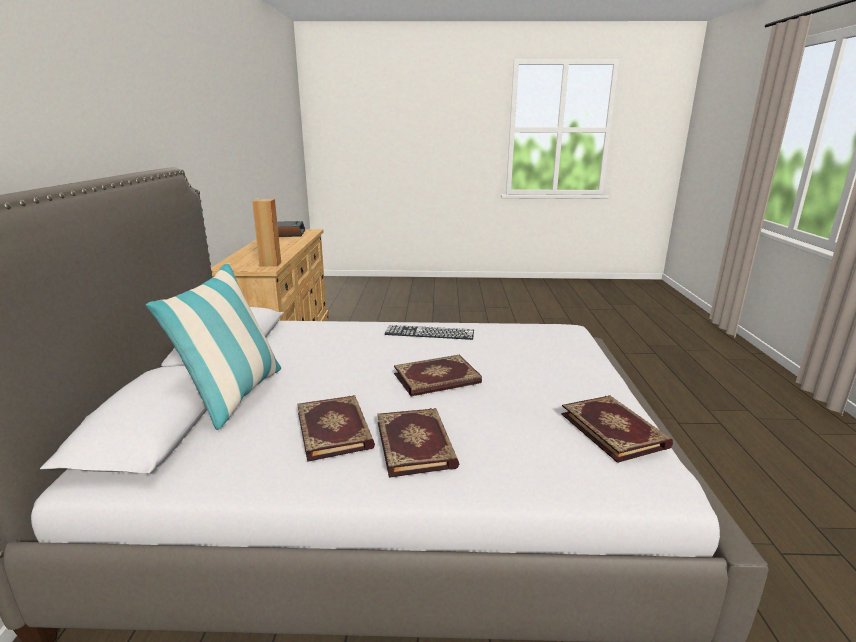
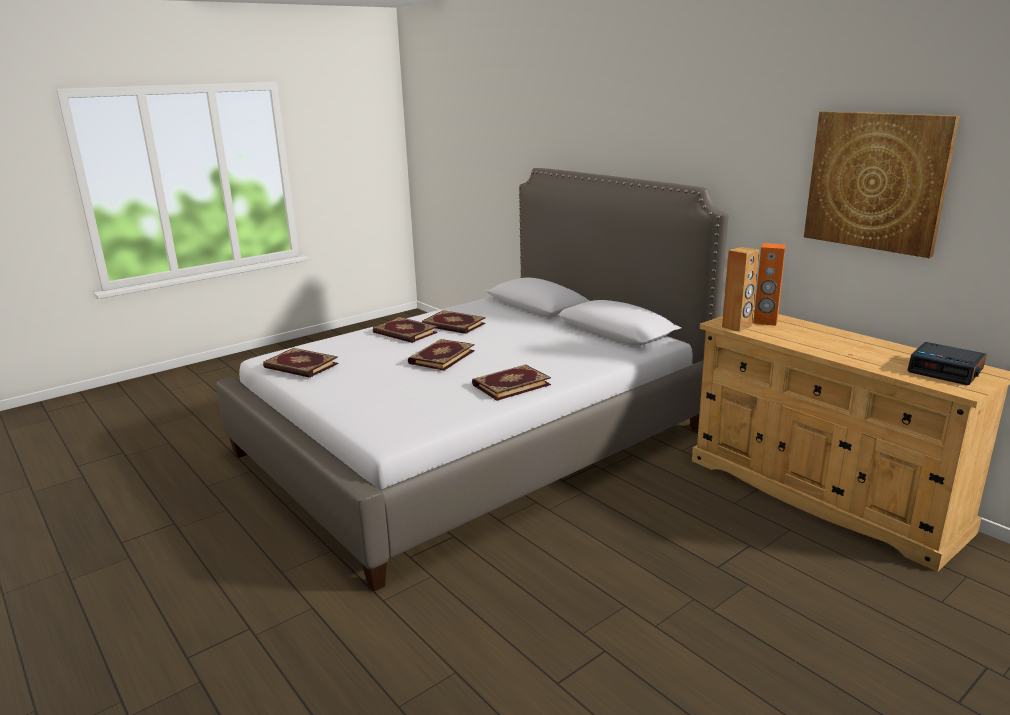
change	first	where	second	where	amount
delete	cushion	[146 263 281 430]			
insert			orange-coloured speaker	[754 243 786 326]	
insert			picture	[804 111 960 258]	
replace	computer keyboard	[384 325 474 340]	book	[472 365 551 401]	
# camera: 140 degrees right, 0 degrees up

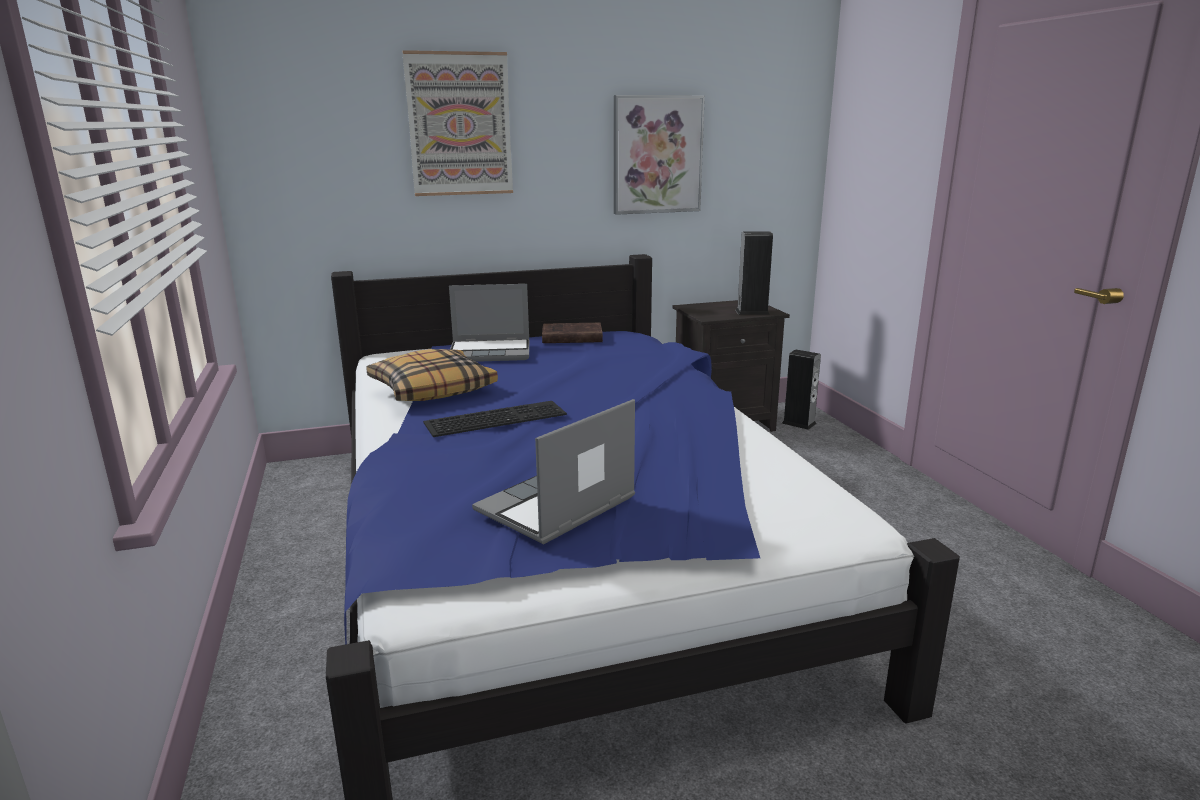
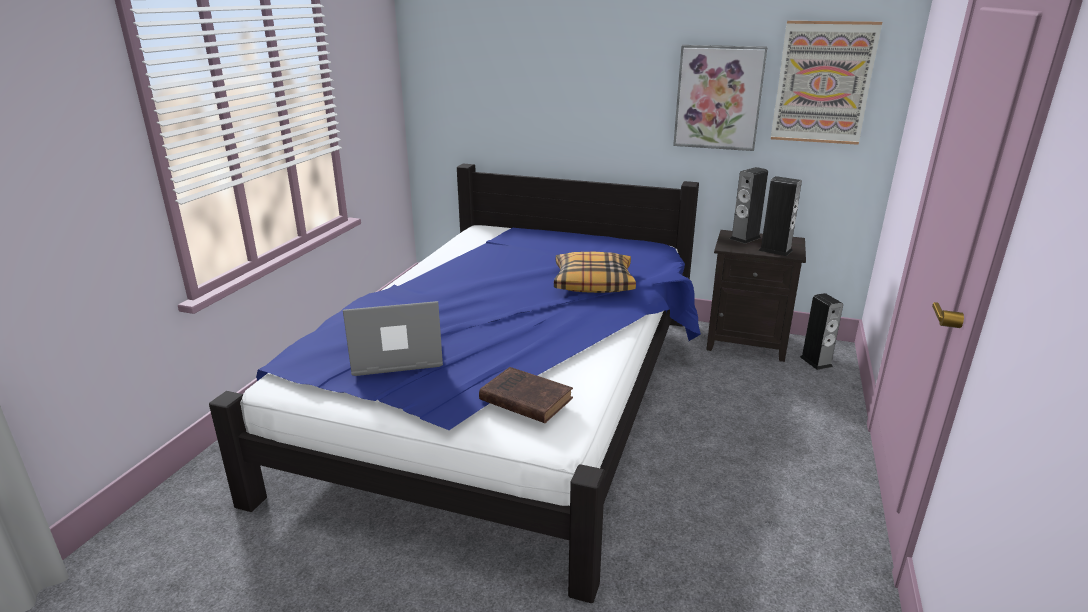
change	first	where	second	where	amount
delete	computer keyboard	[423 401 567 437]			
delete	portable computer	[449 284 529 362]			
insert			speaker	[730 167 768 244]	
move	cushion	[366 349 498 401]		[554 252 636 293]	
move	picture	[402 50 513 196]		[771 21 882 145]	
move	brown book	[542 323 603 343]		[479 367 573 423]	
# camera: 35 degrees right, 5 degrees up

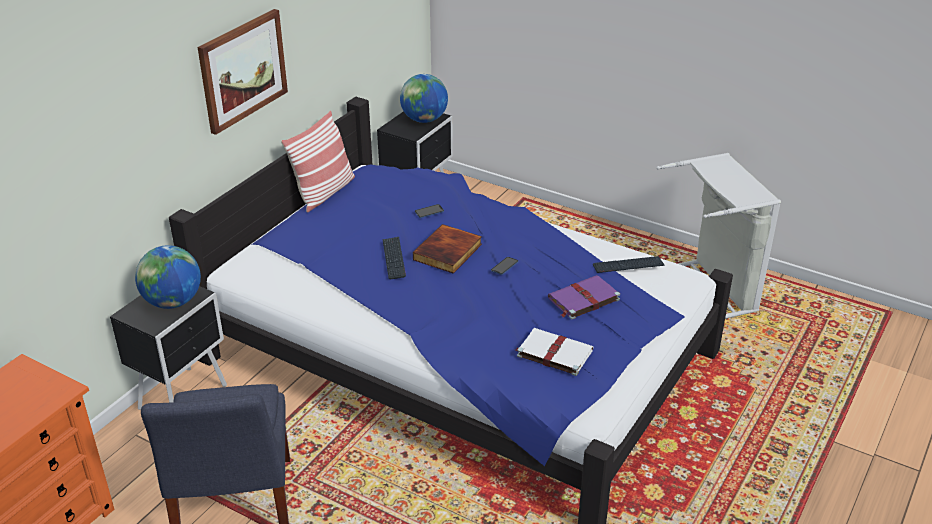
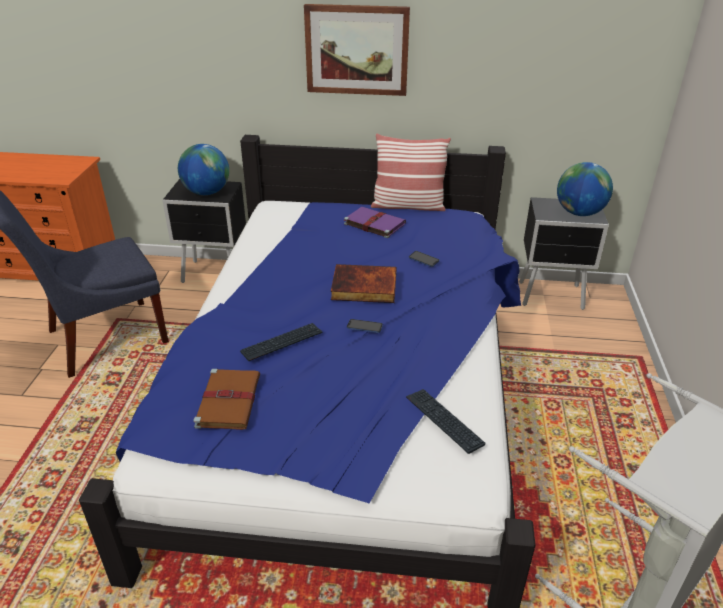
change	first	where	second	where	amount
move	computer keyboard	[382 237 406 279]		[240 323 323 361]	
move	purplish book	[548 275 620 319]		[344 207 406 238]	
recolor	white-coloured book	[516 328 593 376]	brown book	[193 369 260 430]	
# camera: 65 degrees right, 0 degrees up

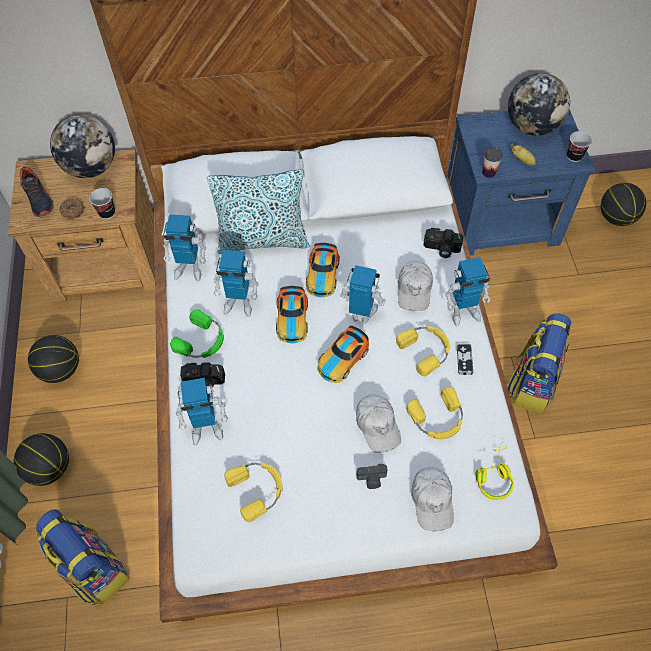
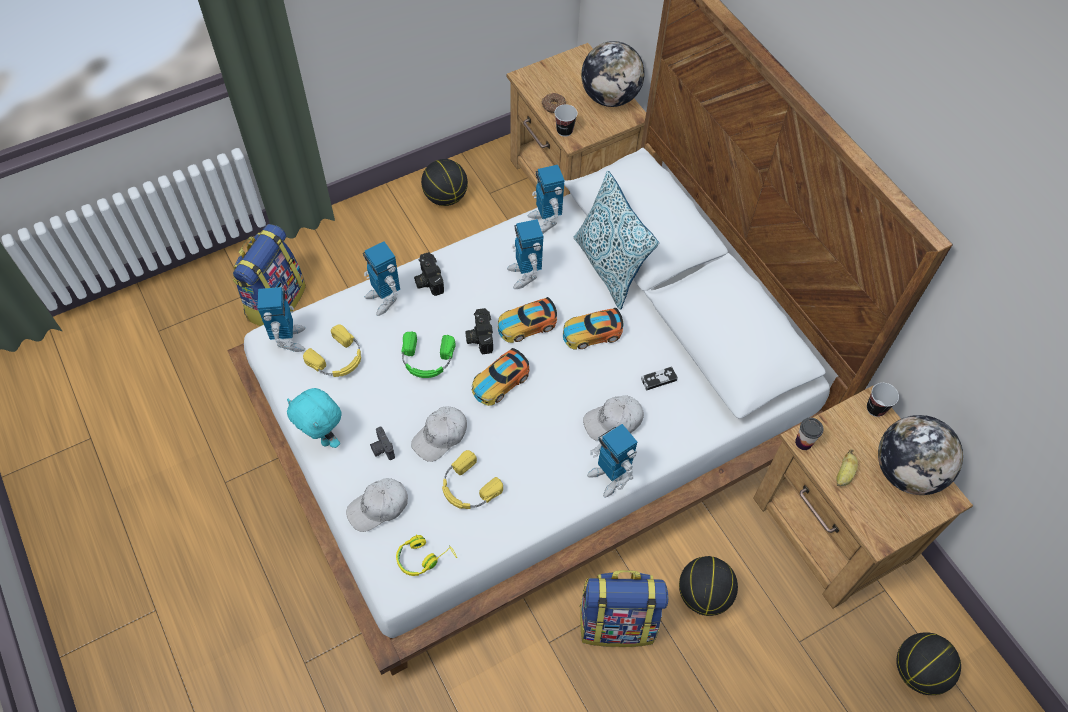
change	first	where	second	where	amount
delete	shoe	[20 166 53 217]			
delete	yellow pair of headphones	[396 326 450 376]			
insert			blue-green plush toy	[287 388 341 448]	
move	basketball	[14 433 69 486]		[679 556 738 616]	
move	green-coloured pair of headphones	[170 310 224 358]		[401 331 455 378]	
move	robot figure	[339 265 386 324]		[258 287 305 352]	
move	photo camera	[423 228 464 258]		[465 308 493 354]	
move	gamepad	[457 344 473 375]		[641 366 678 390]	
move	drinking cup	[567 131 592 162]		[867 383 899 417]	
recolor	blue-coloured nightstand	[448 109 596 256]	brown nightstand	[753 386 973 609]	
rotate	toy car	[318 326 369 383]		[472 348 529 406]	60 degrees counterclockwise
# camera: 65 degrees right, 0 degrees up

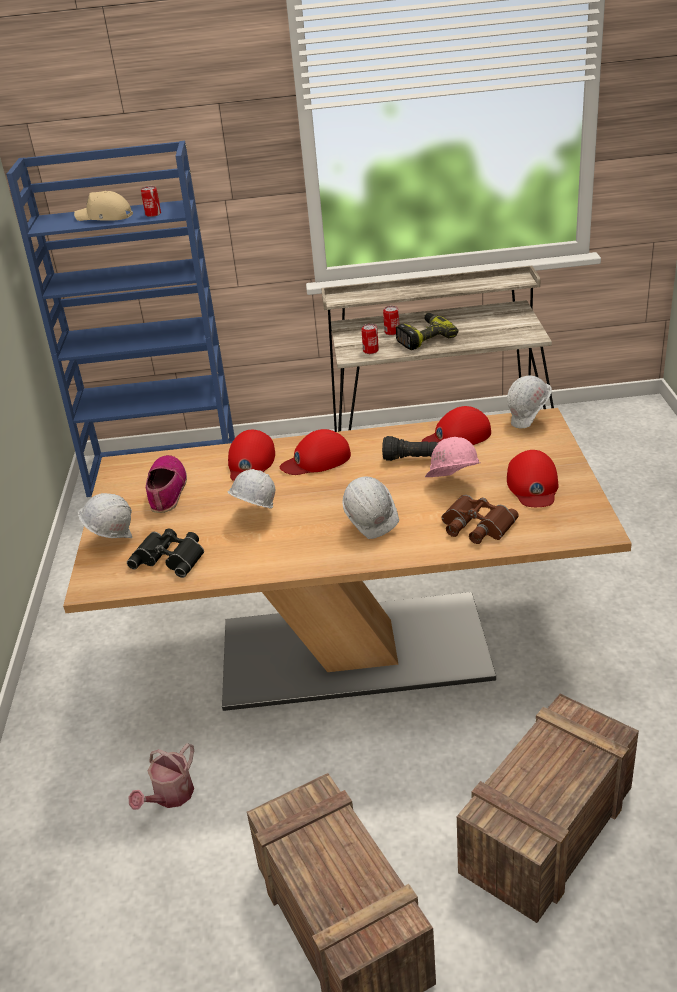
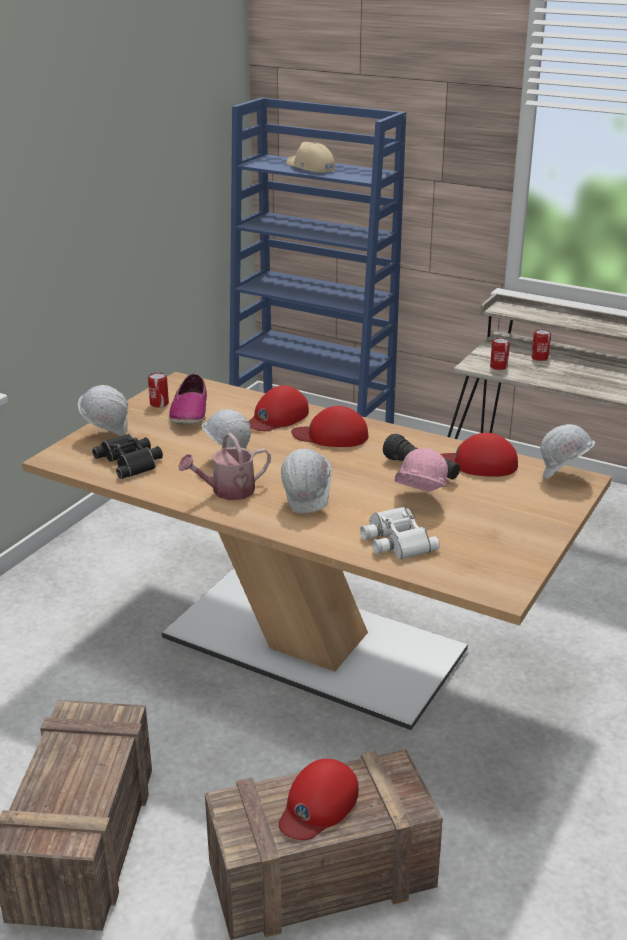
change	first	where	second	where	amount
delete	drill	[396 313 458 350]			
move	sprinkling can	[129 743 194 810]		[178 433 271 500]	
move	metal can	[141 186 161 217]		[148 372 169 408]	
move	red peaked cap	[507 450 558 507]		[279 759 359 840]	
recolor	brown binoculars	[442 495 519 544]	white-coloured binoculars	[360 507 440 559]	
rotate	shoe	[146 455 187 513]		[169 373 207 425]	150 degrees clockwise
# camera: 30 degrees right, 5 degrees down

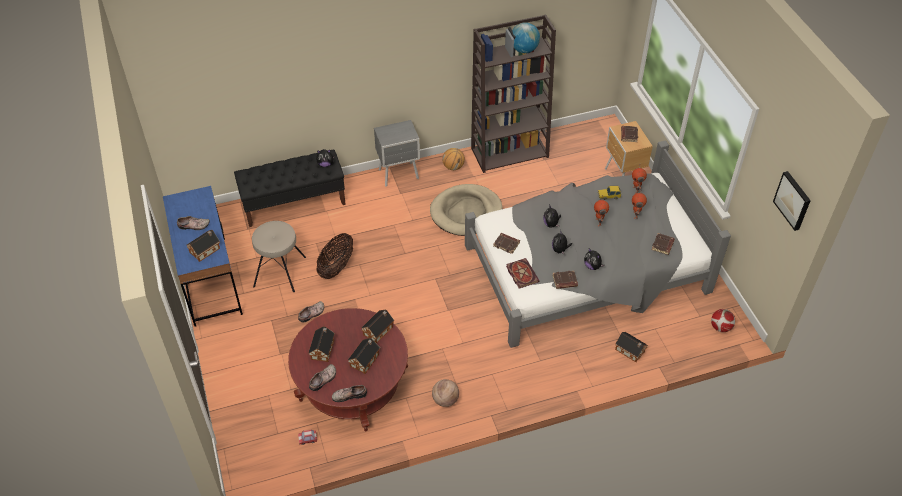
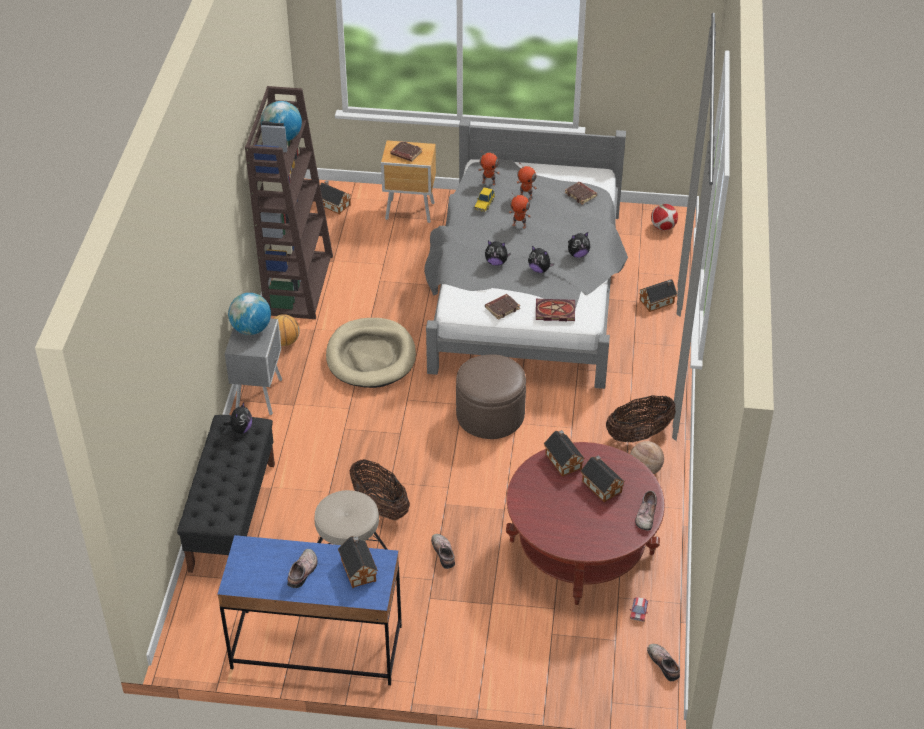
change	first	where	second	where	amount
delete	brown book	[552 271 578 289]			
delete	picture	[773 171 811 231]			
insert			world globe	[228 293 271 335]	
insert			brown pouffe	[456 354 526 439]	
insert			storage basket	[606 395 676 442]	
move	miniature house	[308 326 335 362]		[320 180 351 214]	
move	shoe	[309 364 336 391]		[647 644 680 681]	
# camera: 65 degrees left, 5 degrees down

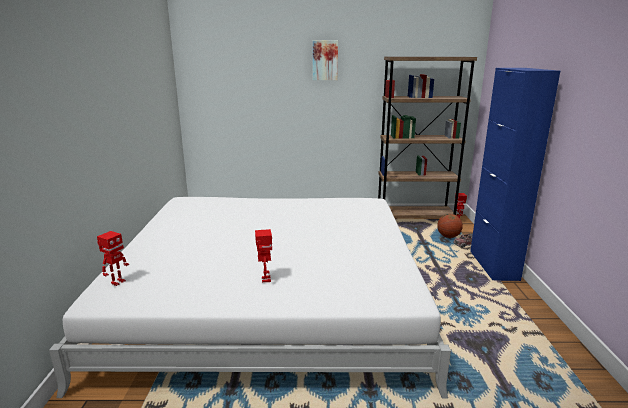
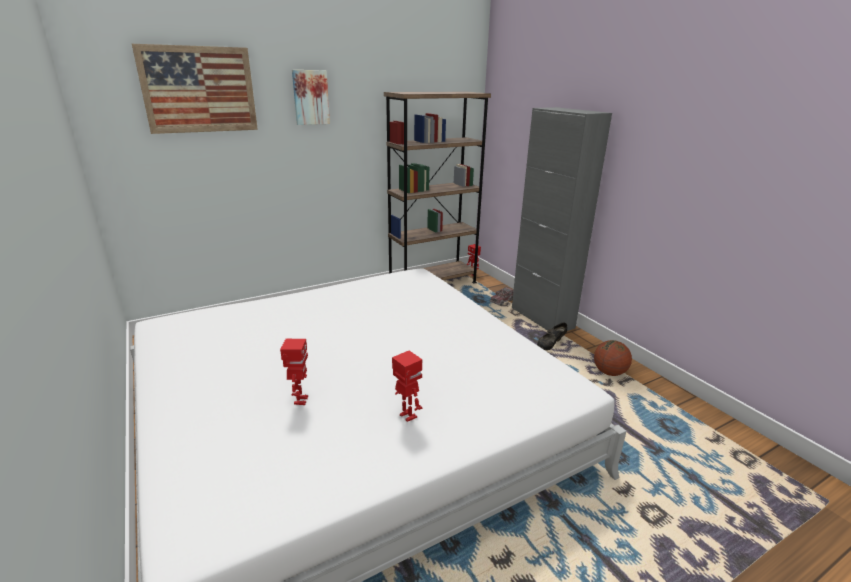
change	first	where	second	where	amount
insert			picture	[132 44 258 134]	
insert			black-coloured shoe	[537 323 567 350]	
move	robot figure	[97 231 129 286]		[280 339 308 405]	
move	basketball	[437 214 463 238]		[594 340 632 376]	
recolor	blue-coloured cupboard	[470 68 560 281]	gray cupboard	[512 107 612 331]	
# camera: 30 degrees left, 5 degrees up

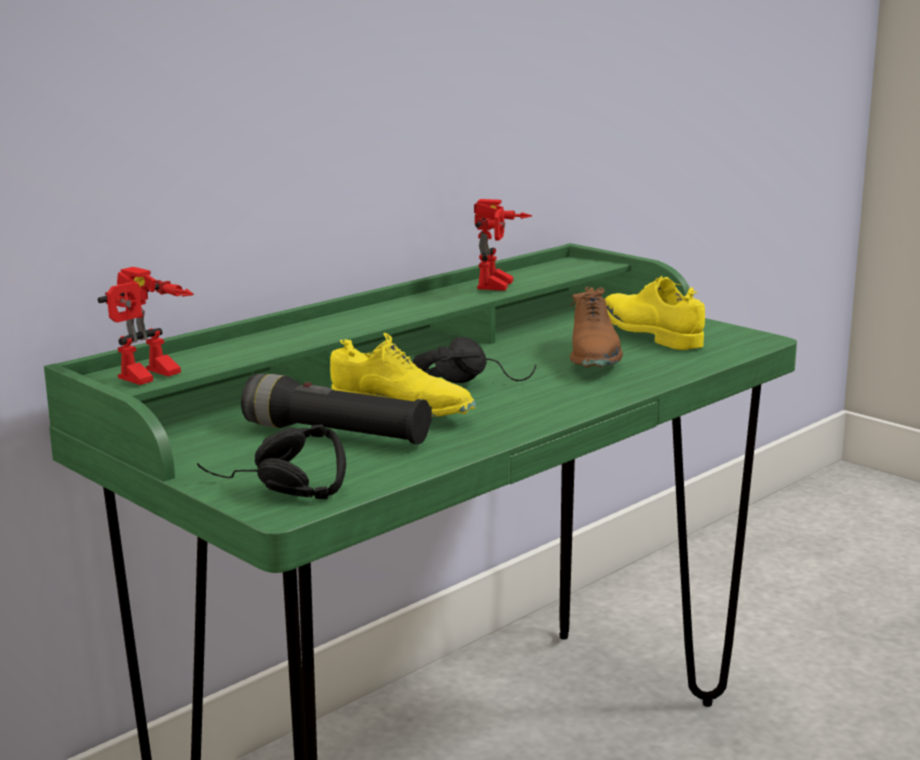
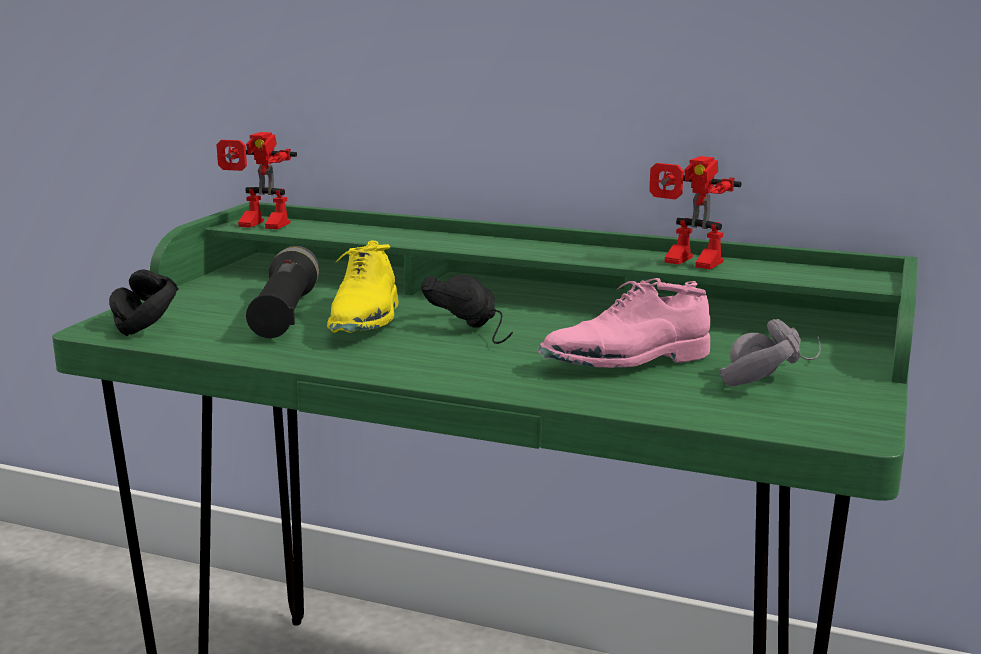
change	first	where	second	where	amount
replace	yellow shoe	[605 276 705 350]	gray pair of headphones	[719 319 821 387]	
recolor	brown shoe	[569 287 623 368]	pink shoe	[538 278 710 368]	
rotate	robot figure	[474 199 532 291]		[649 156 742 269]	45 degrees clockwise
# camera: 65 degrees right, 0 degrees up

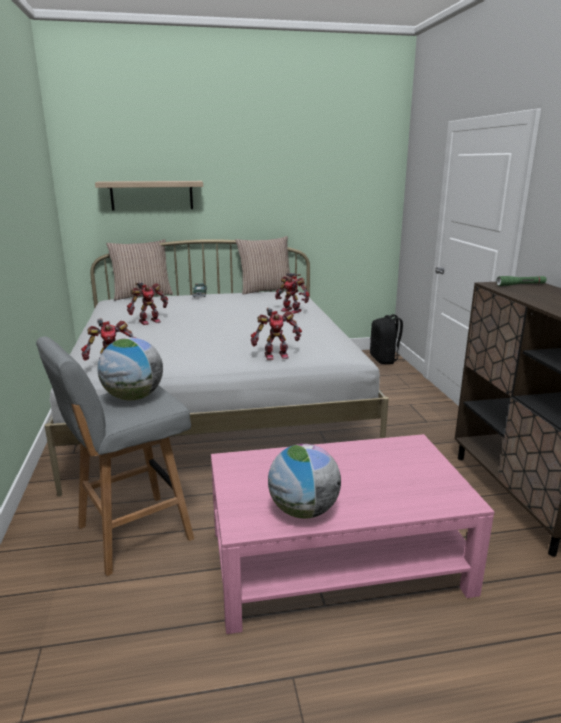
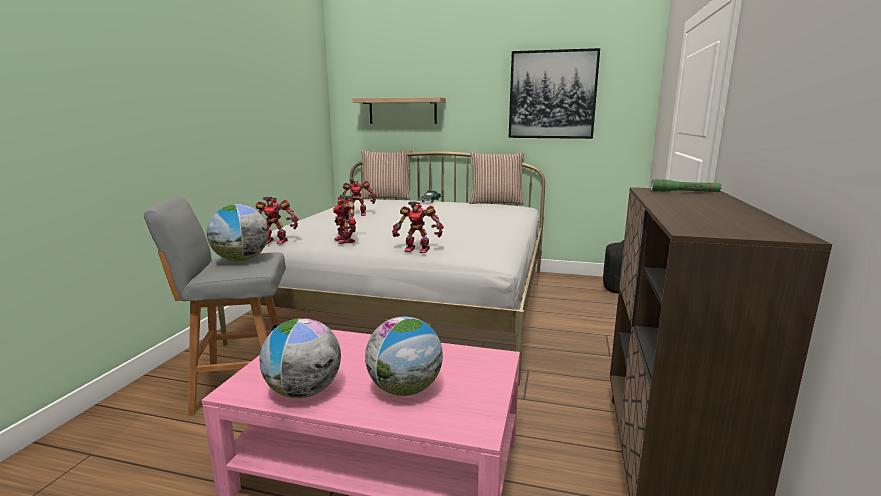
change	first	where	second	where	amount
insert			world globe	[365 316 443 396]	
insert			picture	[509 48 600 139]	
move	robot figure	[275 273 310 314]		[333 195 364 244]	
# camera: 25 degrees right, 5 degrees down

